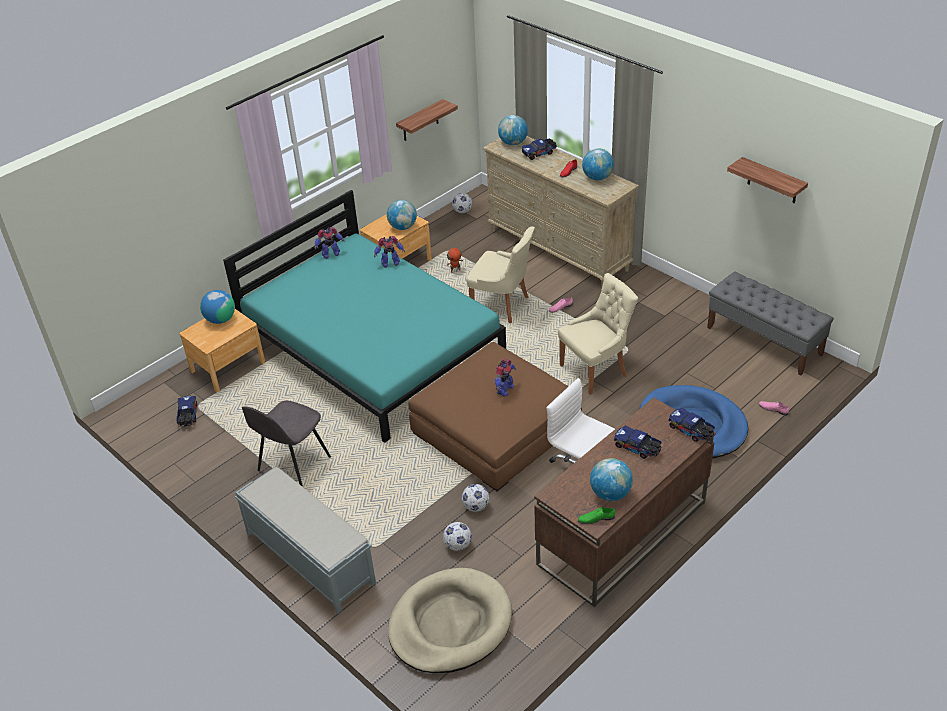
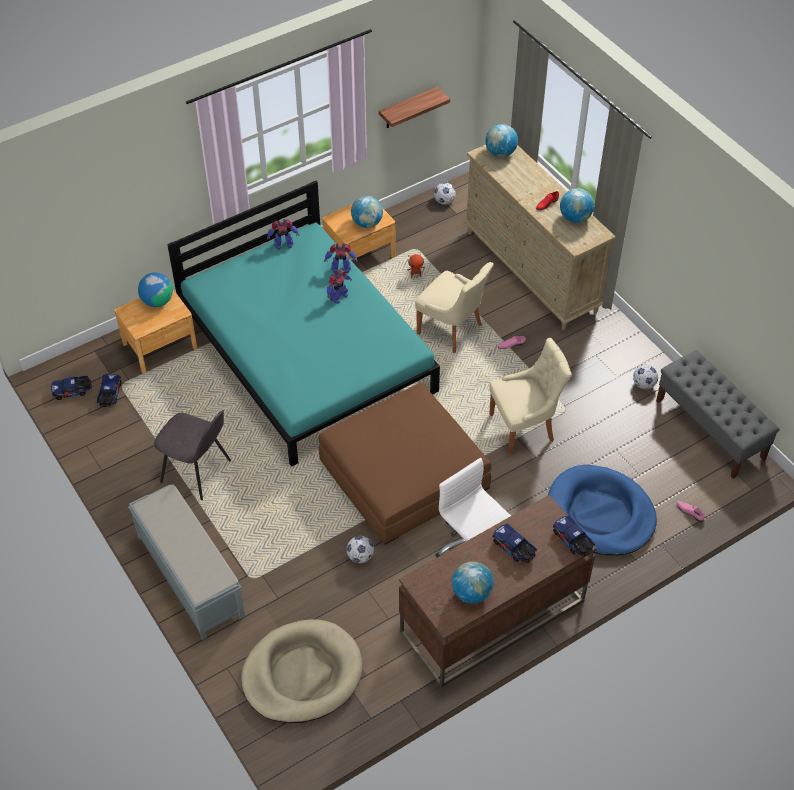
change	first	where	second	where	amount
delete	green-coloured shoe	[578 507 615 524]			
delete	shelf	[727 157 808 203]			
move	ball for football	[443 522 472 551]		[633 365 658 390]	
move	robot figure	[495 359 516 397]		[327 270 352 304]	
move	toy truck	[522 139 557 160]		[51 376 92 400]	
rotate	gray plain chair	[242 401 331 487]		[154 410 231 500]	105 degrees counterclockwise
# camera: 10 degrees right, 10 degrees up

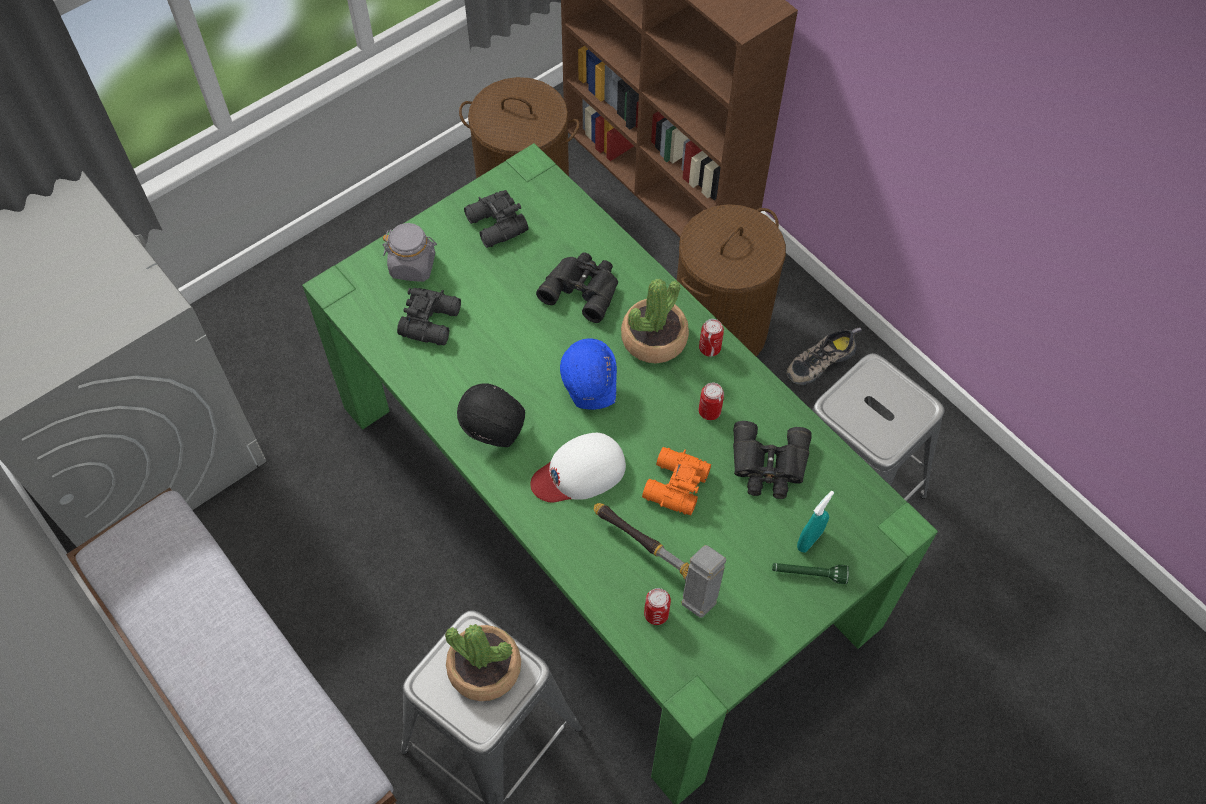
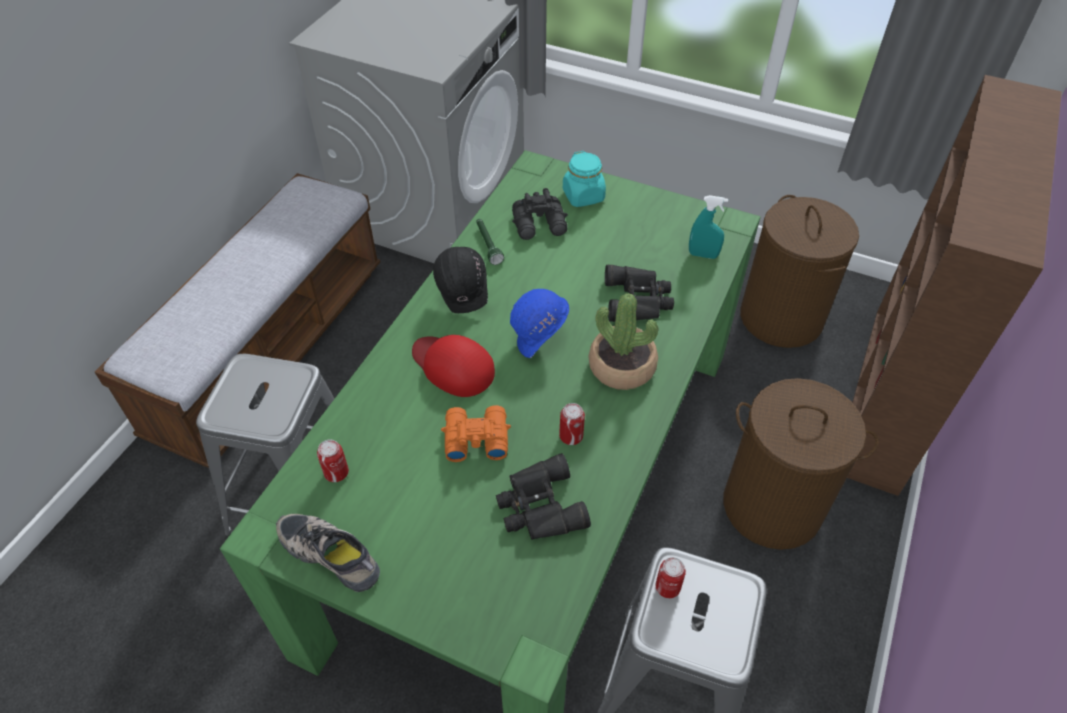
change	first	where	second	where	amount
delete	plant in a pot	[445 624 521 701]			
delete	black-coloured binoculars	[464 190 529 248]			
delete	hand hammer	[594 503 726 618]			
move	metal can	[699 319 724 357]		[655 557 686 598]	
move	green-coloured torch	[772 563 849 584]		[476 219 504 265]	
move	shoe	[786 327 862 385]		[276 514 380 592]	
move	blue-green sprayer	[797 491 834 552]		[689 195 728 259]	
recolor	gray preserve jar	[382 223 437 282]	blue-green preserve jar	[563 151 606 207]	
recolor	white-coloured peaked cap	[530 433 626 503]	red peaked cap	[412 335 495 397]	
# camera: 65 degrees right, 10 degrees down

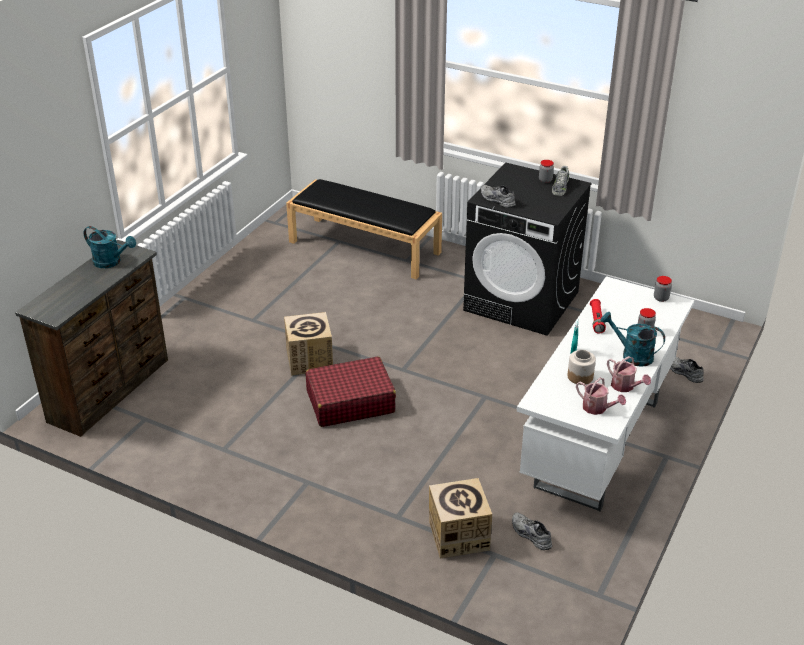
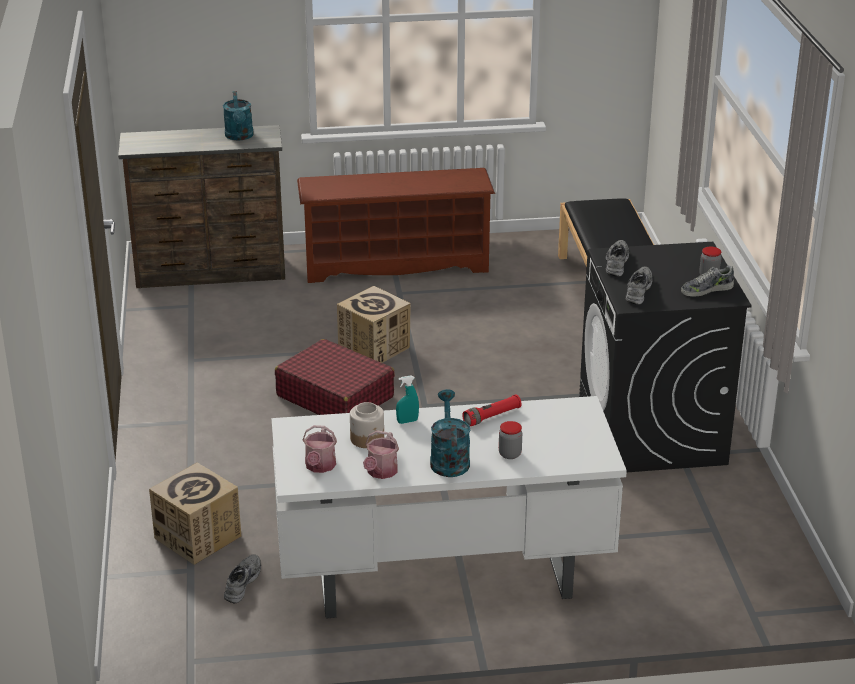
change	first	where	second	where	amount
delete	preserve jar	[654 276 672 302]			
insert			brown shoe shelf	[297 168 495 283]	
move	gray shoe	[670 357 704 383]		[626 267 653 305]	
# camera: 55 degrees right, 5 degrees down

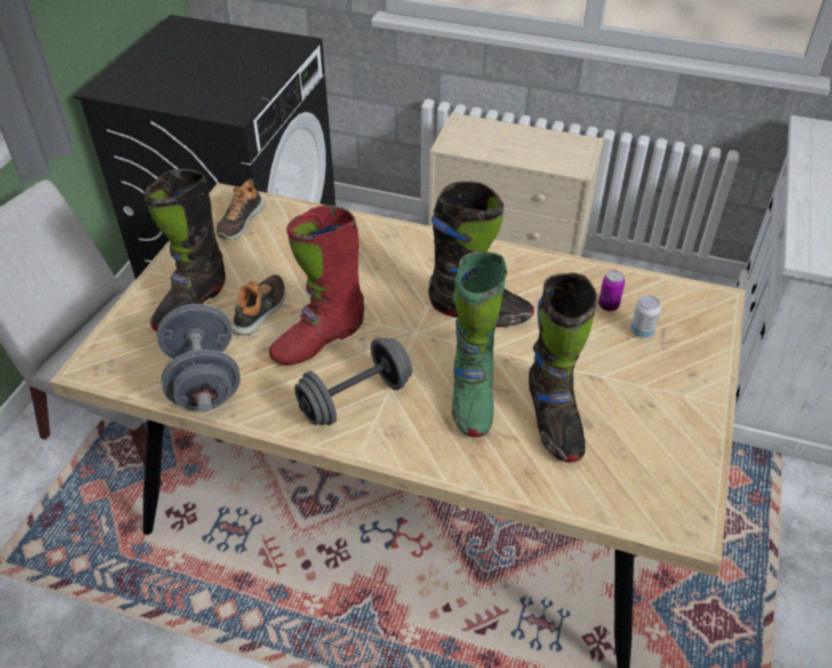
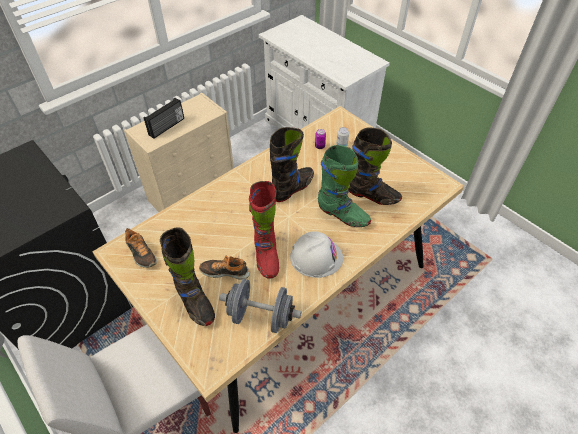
change	first	where	second	where	amount
insert			radio set	[144 98 184 139]	
replace	gray dumbbell	[295 338 412 425]	white-coloured safety helmet	[290 231 343 278]	
rotate	shoe	[231 274 285 335]		[199 256 250 280]	45 degrees counterclockwise
# camera: 60 degrees left, 5 degrees up

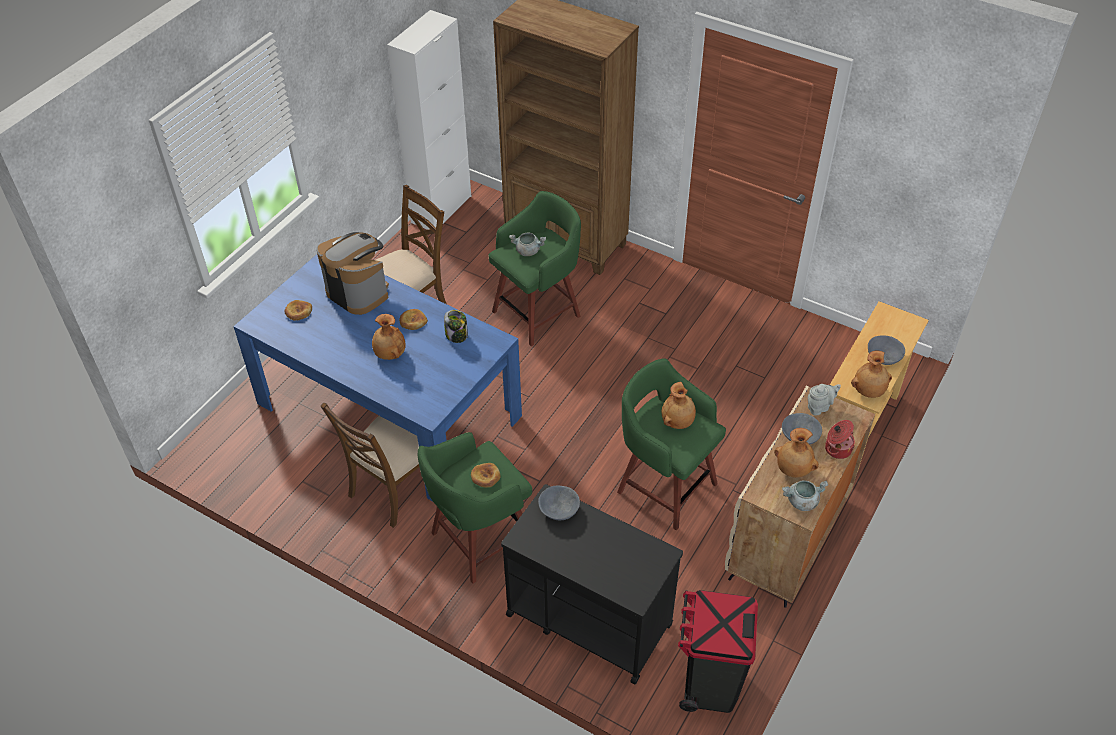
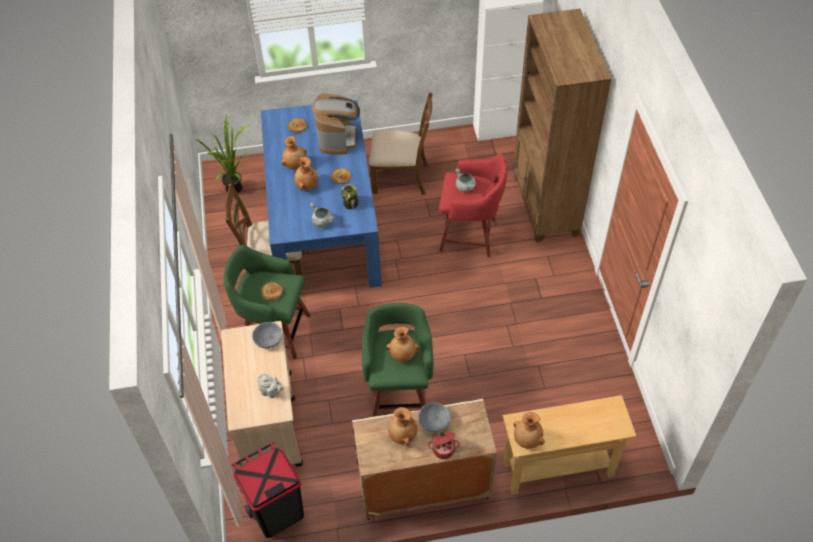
change	first	where	second	where	amount
delete	gray deep dish	[868 335 905 365]			
insert			plant in a pot	[196 115 252 193]	
insert			brown vase	[281 136 307 169]	
move	gray stockpot	[782 480 828 511]		[310 203 334 227]	
move	gray pot for tea	[808 384 841 416]		[257 374 284 398]	
recolor	green-coloured sitting stool	[488 191 581 346]	red sitting stool	[439 153 507 257]	
recolor	black-coloured cart	[501 484 683 684]	sand-coloured cart	[221 321 303 467]	
# camera: 50 degrees right, 5 degrees up

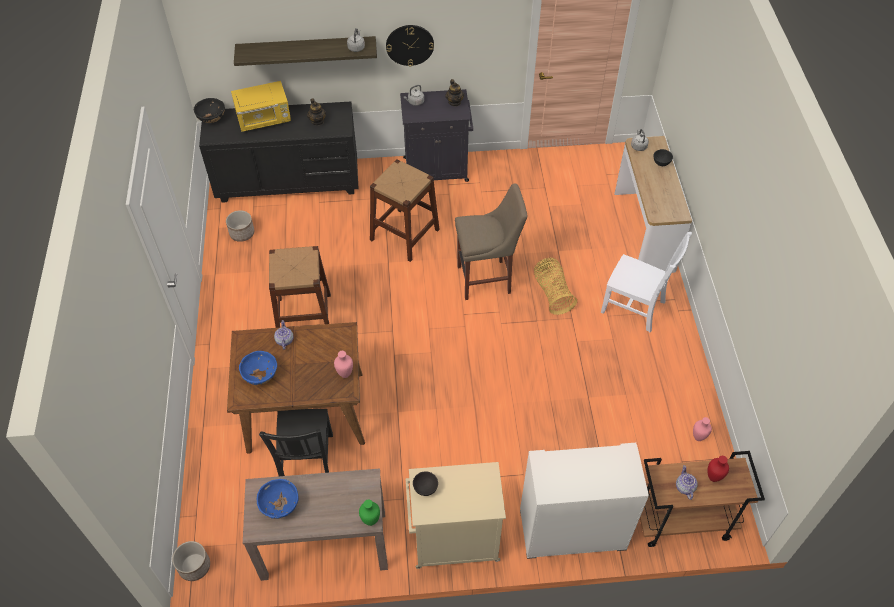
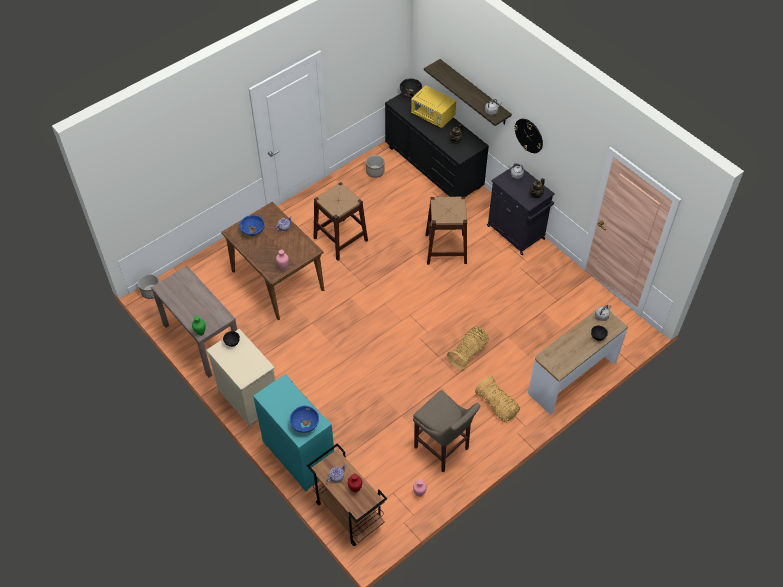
change	first	where	second	where	amount
delete	black-coloured plain chair	[259 409 333 476]			
move	blue-coloured deep dish	[257 479 299 519]		[290 406 319 433]	
move	sand-coloured sitting stool	[455 183 527 300]		[413 390 480 472]	
replace	white-coloured plain chair	[601 232 692 332]	storage basket	[475 376 520 422]	
recolor	white-coloured cupboard	[520 443 649 559]	blue-green cupboard	[253 374 334 492]	
# camera: 55 degrees right, 0 degrees up

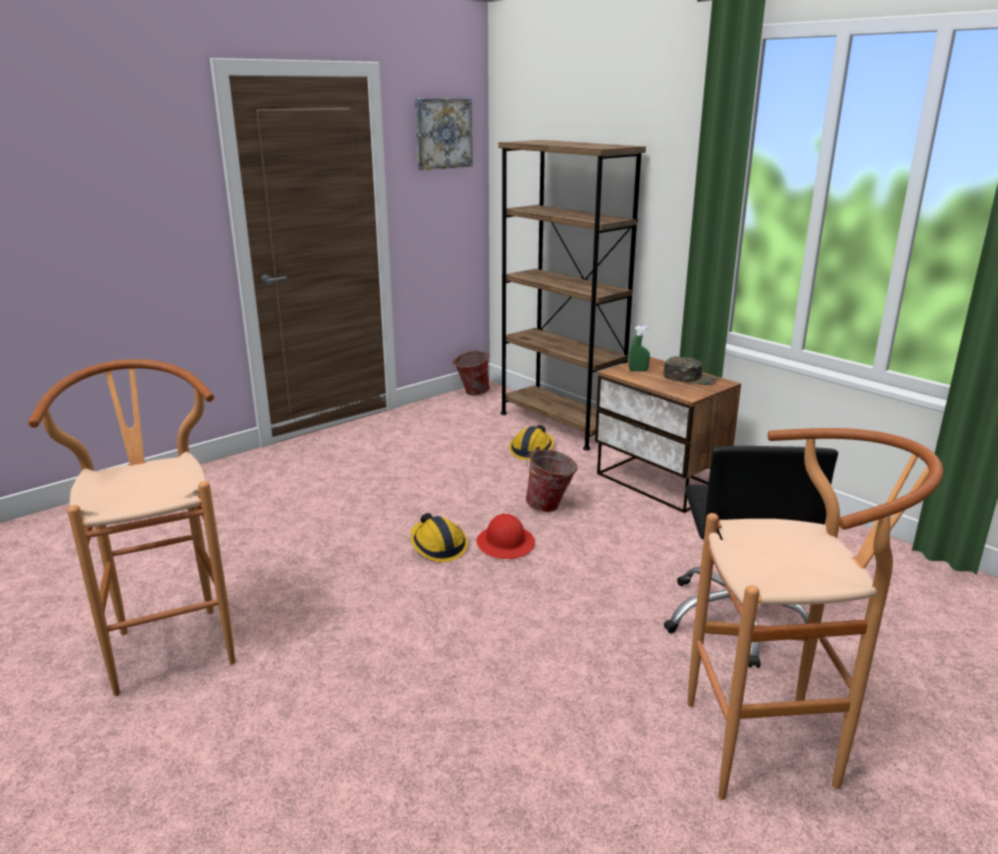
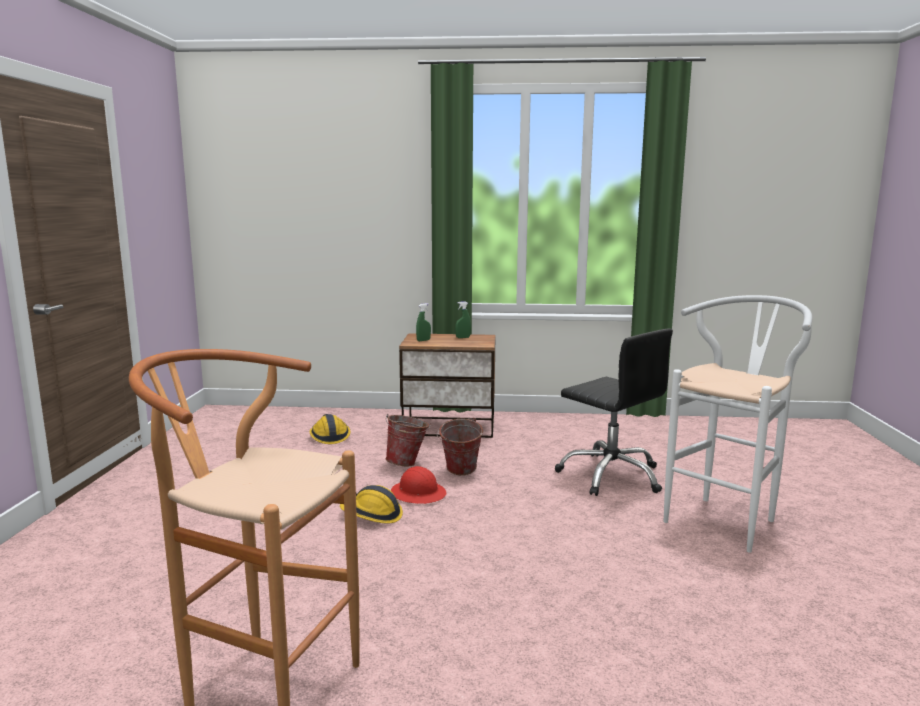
change	first	where	second	where	amount
delete	picture	[415 98 472 170]			
delete	brown bookshelf	[498 140 646 450]			
move	bucket	[453 350 490 395]		[437 418 483 475]	
replace	green-coloured peaked cap	[663 356 719 385]	green-coloured sprayer	[455 301 471 338]	
recolor	brown sitting stool	[687 428 943 800]	white-coloured sitting stool	[664 295 812 553]	
# camera: 45 degrees left, 10 degrees down

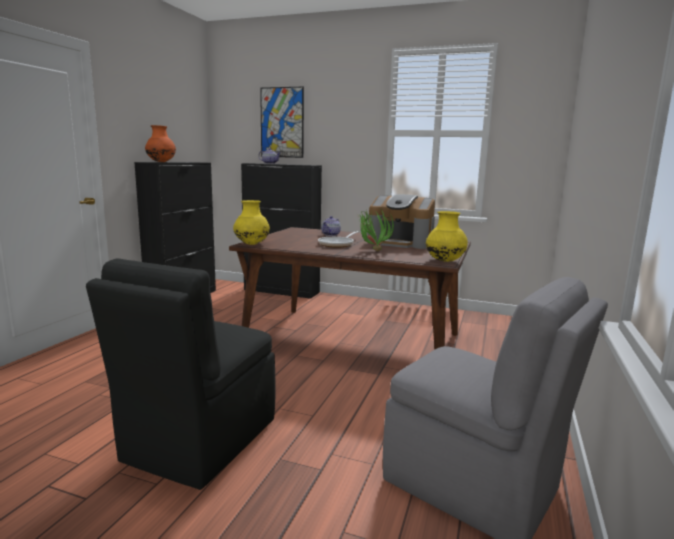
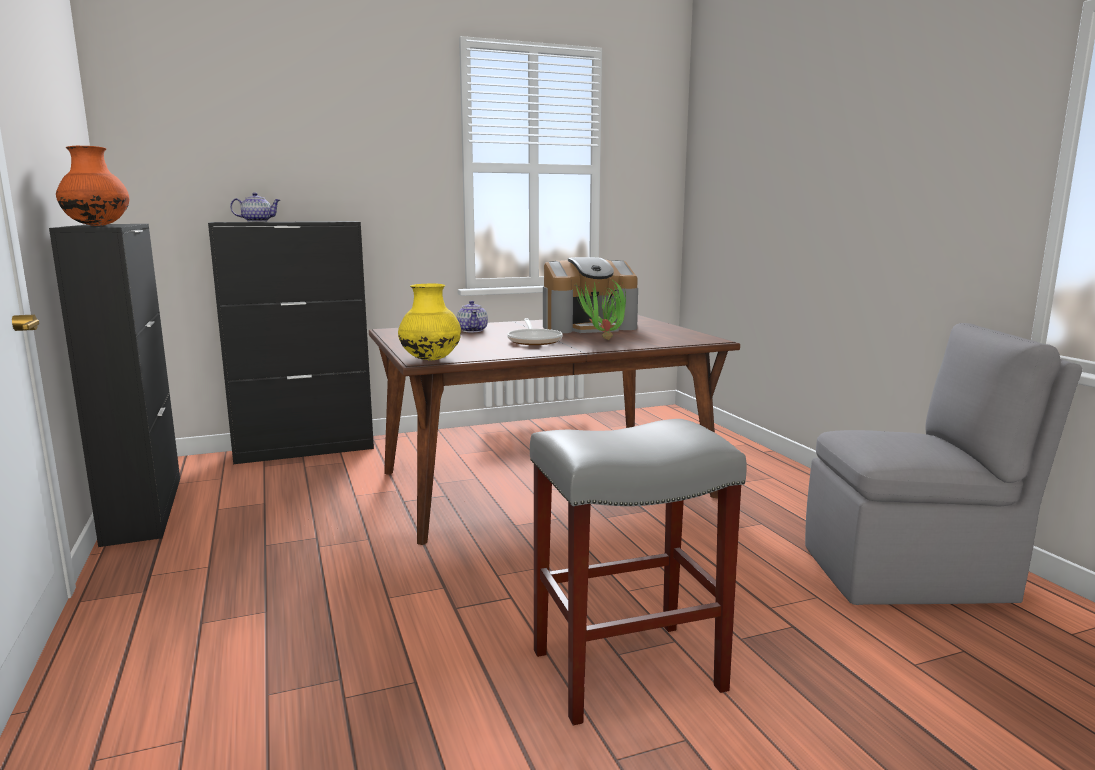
change	first	where	second	where	amount
delete	picture	[260 87 304 158]			
delete	yellow vase	[426 211 468 262]			
replace	black-coloured plain chair	[86 258 276 490]	gray sitting stool	[530 419 747 726]	
# camera: 40 degrees left, 0 degrees up

